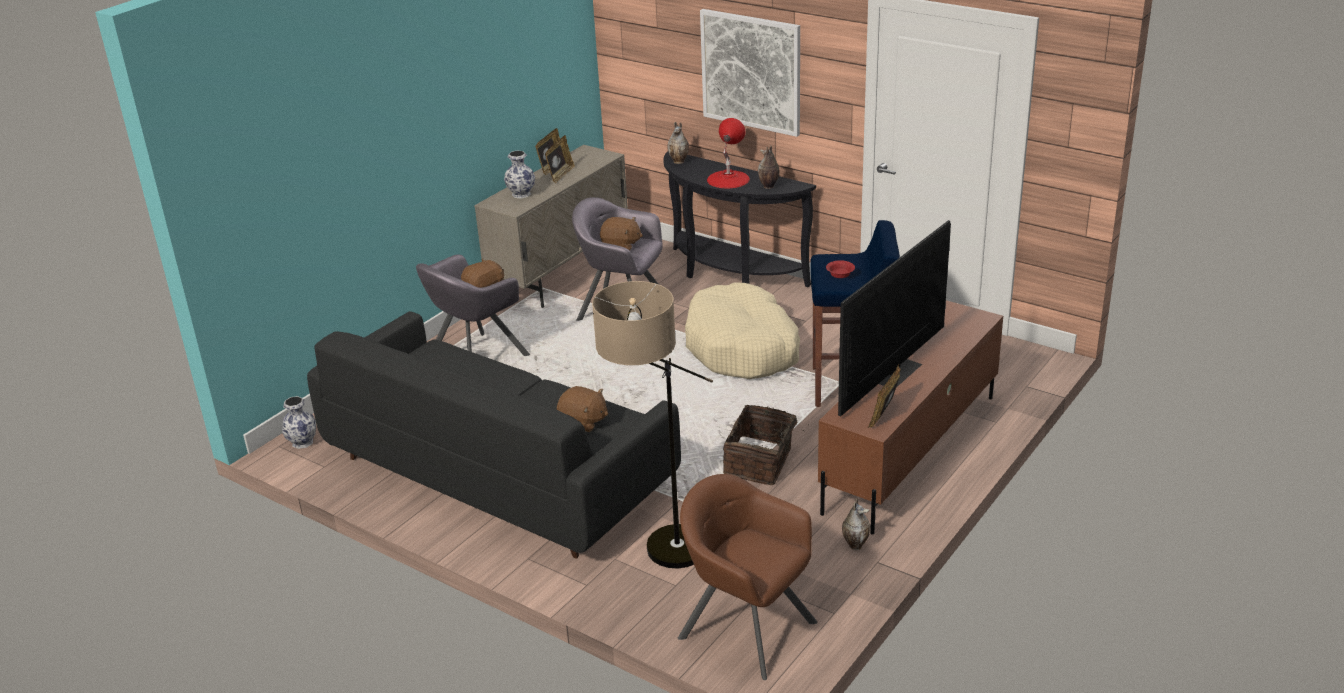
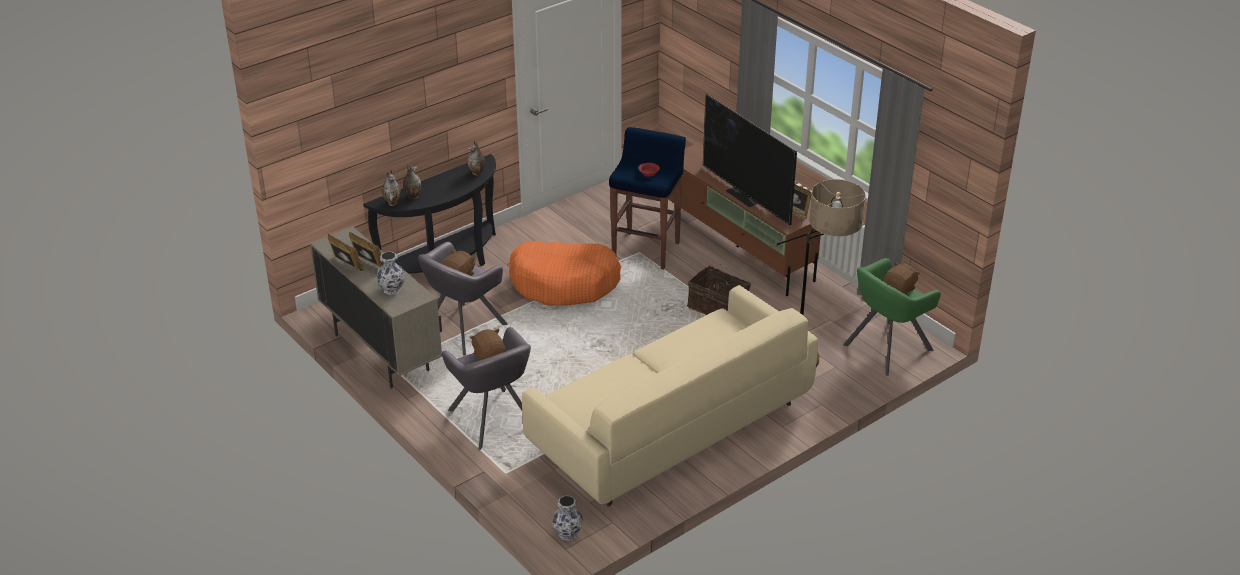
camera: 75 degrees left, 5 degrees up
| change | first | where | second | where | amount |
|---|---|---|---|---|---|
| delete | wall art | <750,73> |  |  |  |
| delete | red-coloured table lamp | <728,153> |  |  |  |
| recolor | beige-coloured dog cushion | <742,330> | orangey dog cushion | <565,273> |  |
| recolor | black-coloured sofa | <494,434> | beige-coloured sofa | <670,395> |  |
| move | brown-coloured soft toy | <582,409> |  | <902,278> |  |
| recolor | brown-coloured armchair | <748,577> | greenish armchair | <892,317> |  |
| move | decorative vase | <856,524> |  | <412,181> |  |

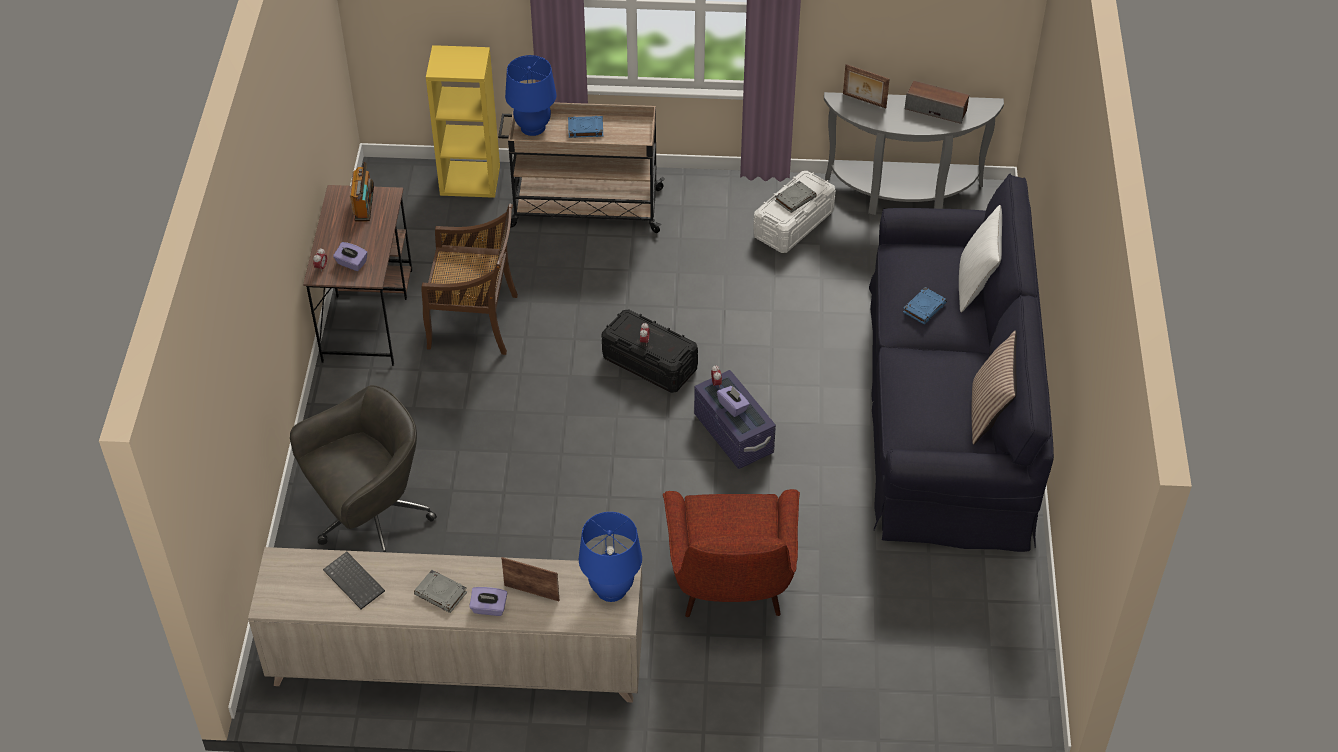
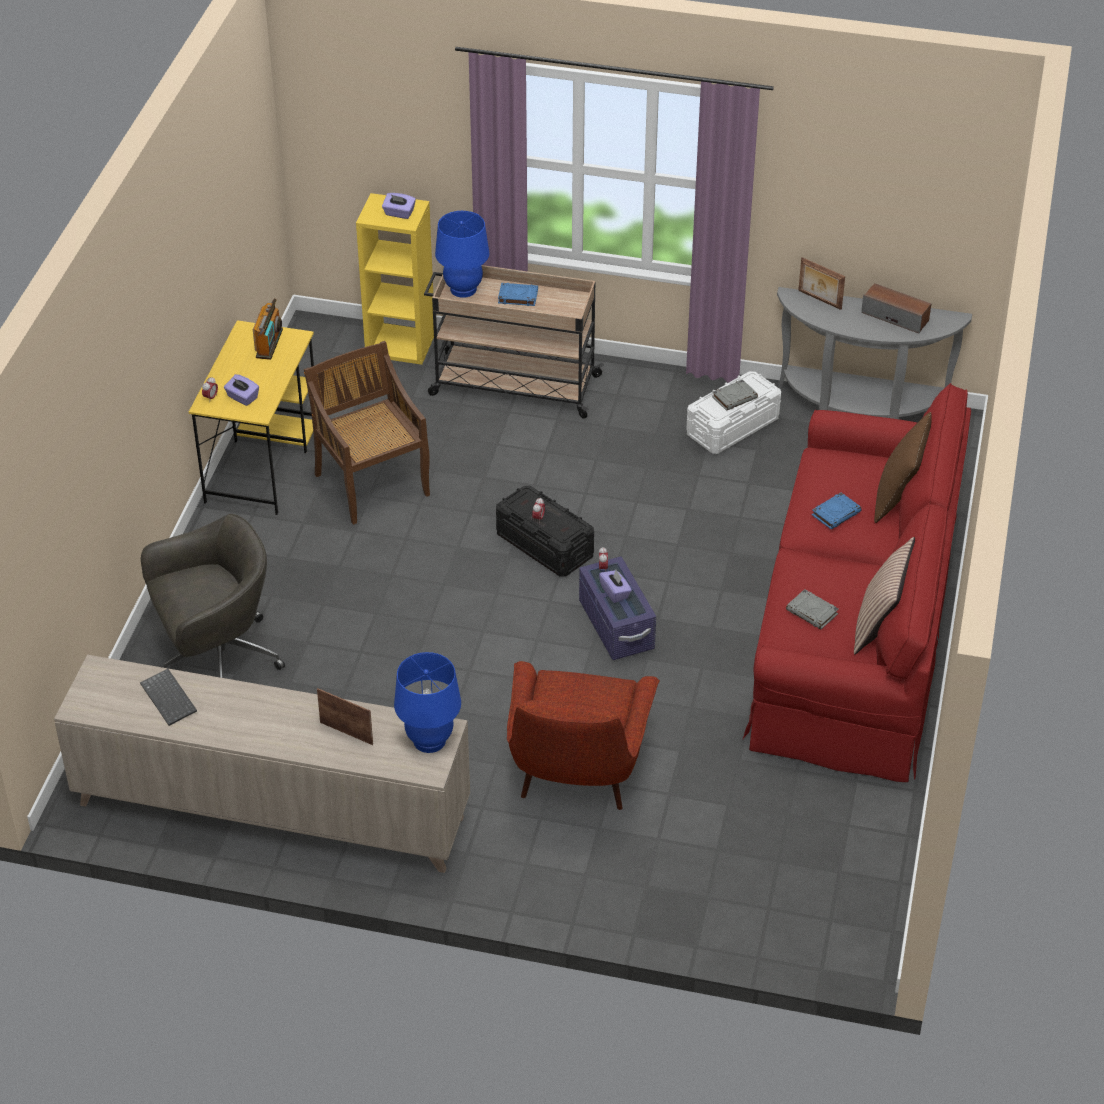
camera: 10 degrees right, 5 degrees down
| change | first | where | second | where | amount |
|---|---|---|---|---|---|
| recolor | black-coloured sofa | <961,363> | red-coloured sofa | <857,582> |  |
| recolor | brown-coloured desk | <357,275> | yellow desk | <251,417> |  |
| rotate | brown-coloured upright chair | <469,279> |  | <367,433> | 135 degrees counterclockwise |
| recolor | white throw pillow | <980,259> | brown-coloured throw pillow | <903,467> |  |
| move | greyish book | <440,591> |  | <812,609> |  |
| move | purple tissue holder | <488,601> |  | <399,206> |  |

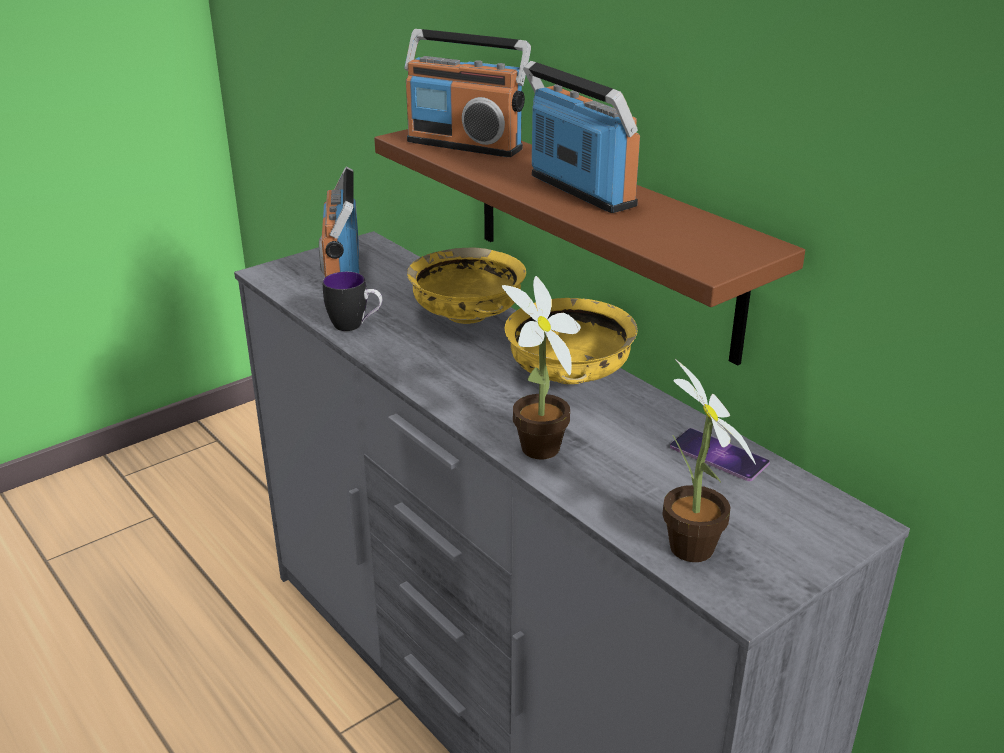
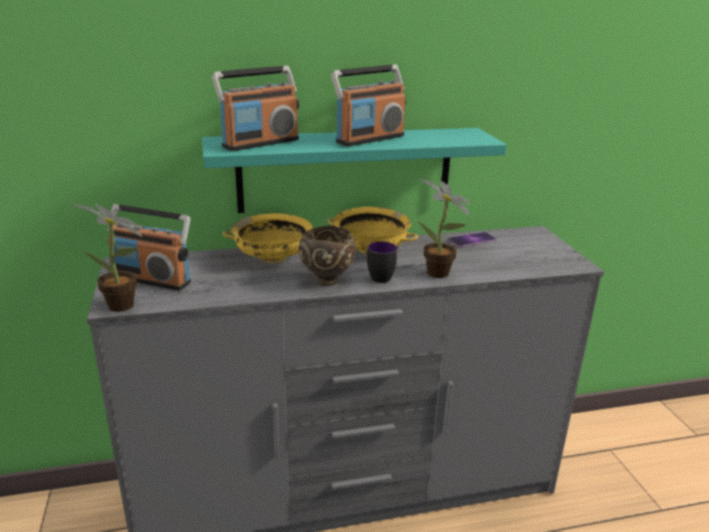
camera: 65 degrees left, 5 degrees down
| change | first | where | second | where | amount |
|---|---|---|---|---|---|
| rotate | radio | <581,137> |  | <368,105> | 150 degrees clockwise |
| recolor | brown-coloured wall shelf | <589,247> | blue-green wall shelf | <354,170> |  |
| move | tea mug | <352,301> |  | <383,262> |  |
| move | plant in a pot | <709,460> |  | <107,258> |  |
| insert |  |  | brown-coloured deep dish | <327,256> |  |

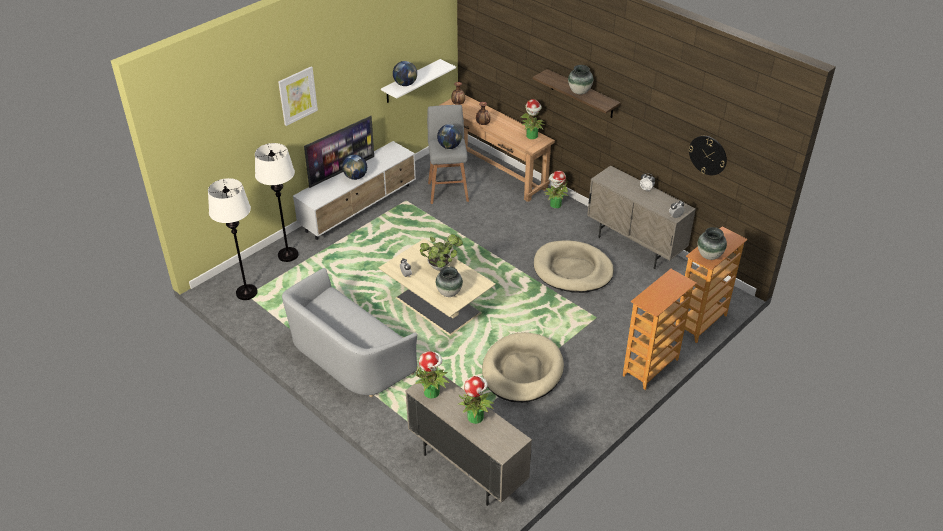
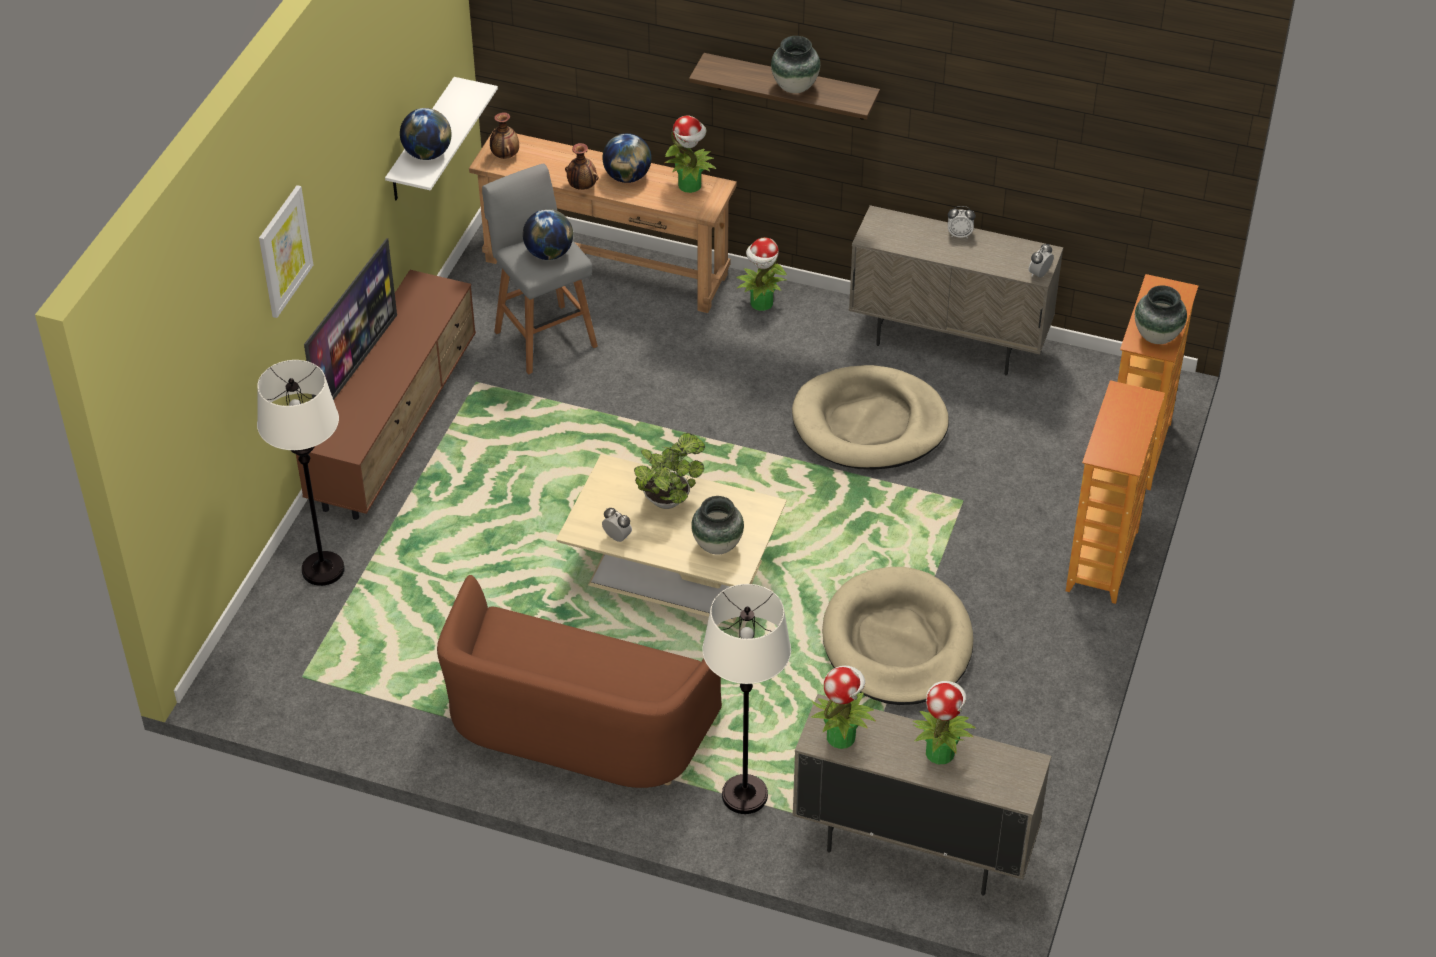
camera: 25 degrees left, 5 degrees up
| change | first | where | second | where | amount |
|---|---|---|---|---|---|
| delete | clock on the wall | <708,155> |  |  |  |
| recolor | white tv unit | <354,190> | brown-coloured tv unit | <386,395> |  |
| move | desk globe | <354,167> |  | <627,158> |  |
| move | white floor lamp | <233,239> |  | <746,699> |  |
| recolor | greyish sofa | <349,332> | brown-coloured sofa | <579,681> |  |

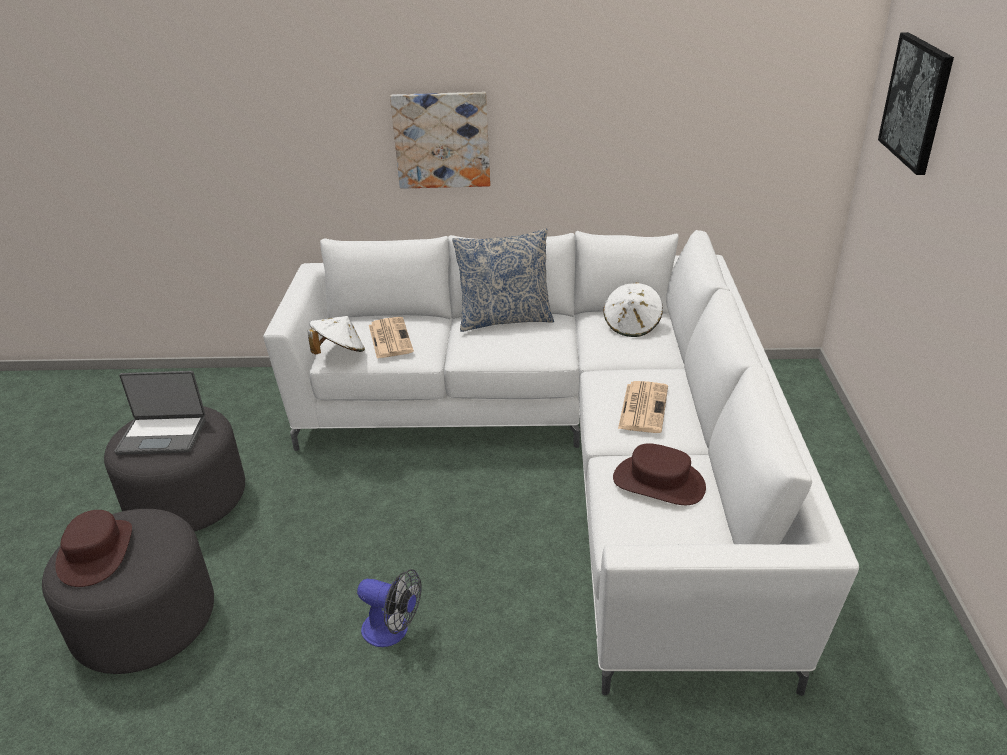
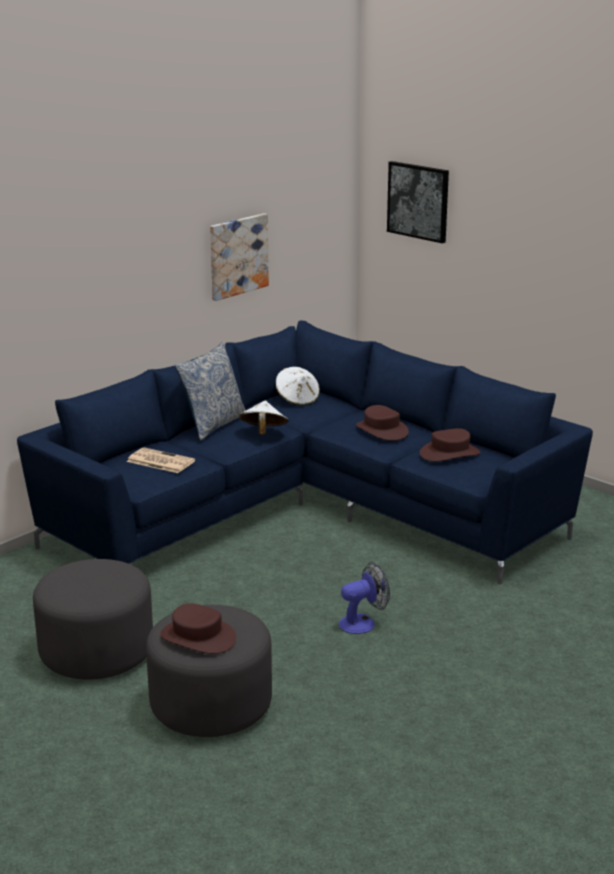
camera: 50 degrees left, 10 degrees down
| change | first | where | second | where | amount |
|---|---|---|---|---|---|
| move | wall art | <440,140> |  | <239,257> |  |
| recolor | white sofa | <561,463> | blue-coloured sofa | <305,452> |  |
| move | white wearable hat | <336,335> |  | <264,418> |  |
| delete | notebook computer | <160,413> |  |  |  |
| replace | newspaper | <643,407> | brown-coloured wearable hat | <382,423> |  |

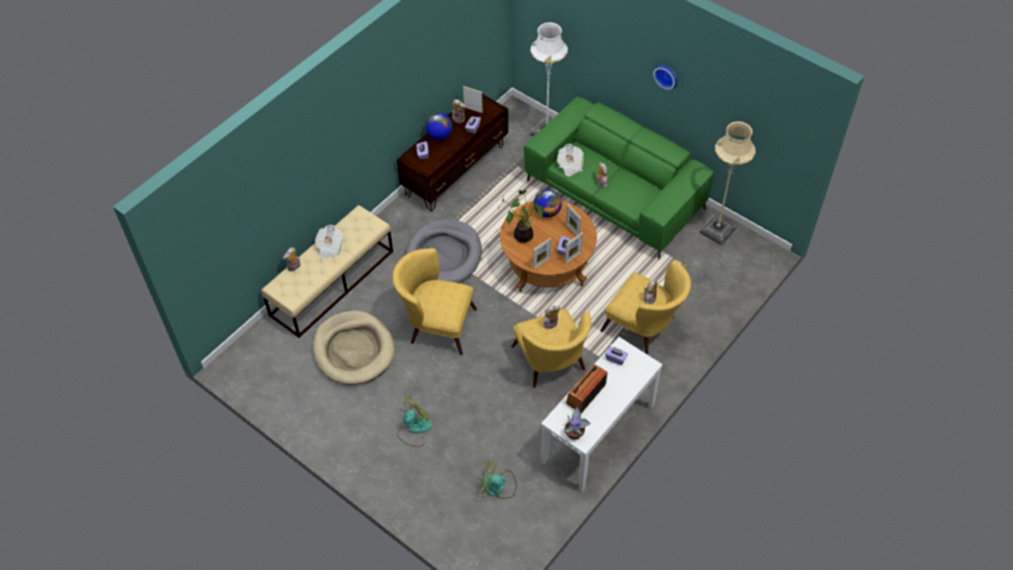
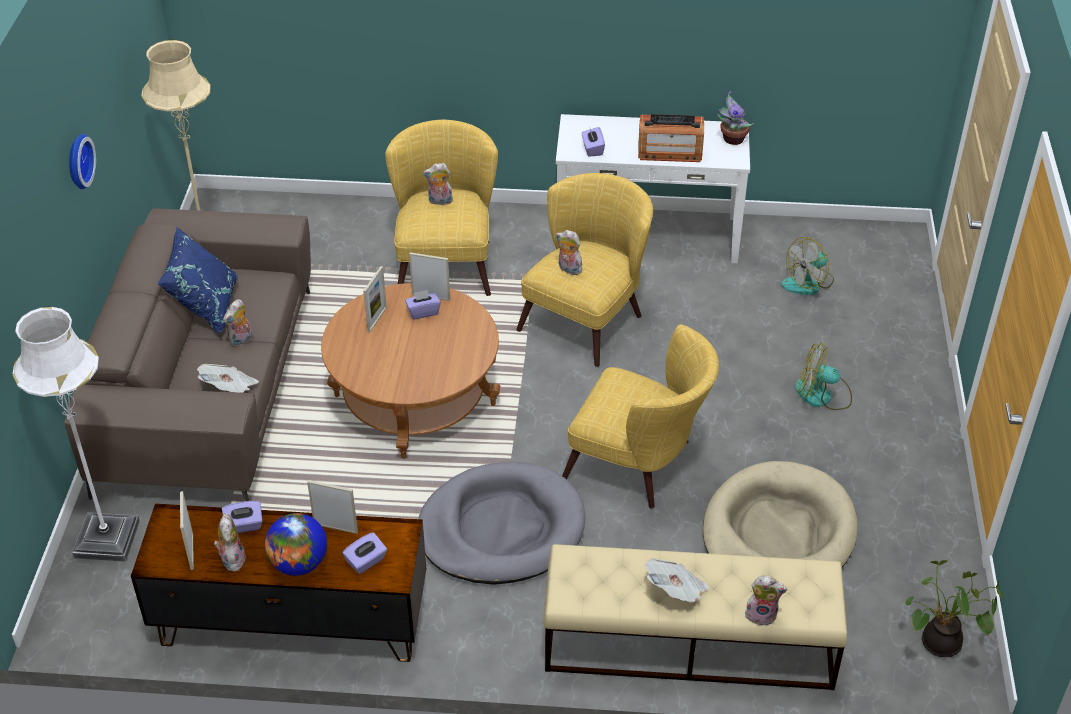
camera: 125 degrees left, 10 degrees down
| change | first | where | second | where | amount |
|---|---|---|---|---|---|
| recolor | greenish sofa | <619,178> | brown-coloured sofa | <187,354> |  |
| delete | desk globe | <548,203> |  |  |  |
| move | plant in a pot | <520,216> |  | <954,608> |  |
| move | picture frame | <542,253> |  | <332,507> |  |
| rotate | yellow armchair | <435,301> |  | <640,416> | 45 degrees counterclockwise |
| rotate | cooling fan | <497,479> |  | <807,266> | 75 degrees clockwise |
| insert |  |  | blue-coloured throw pillow | <197,280> |  |

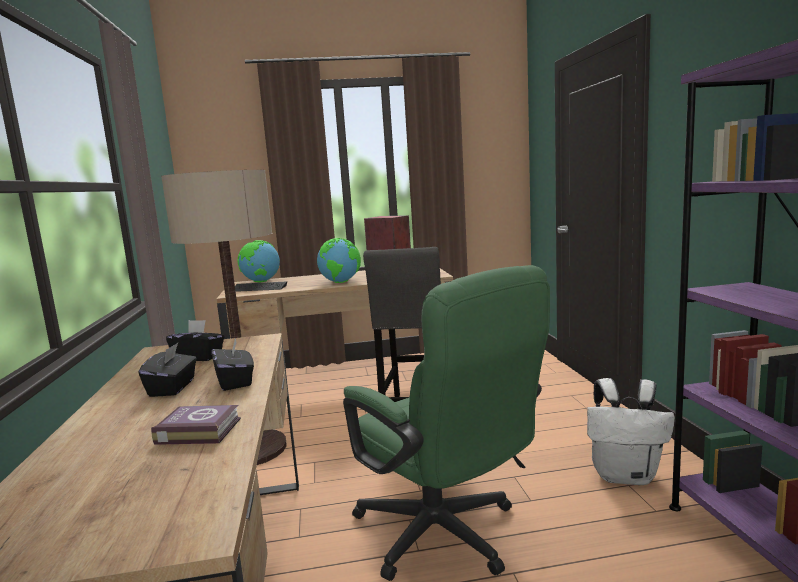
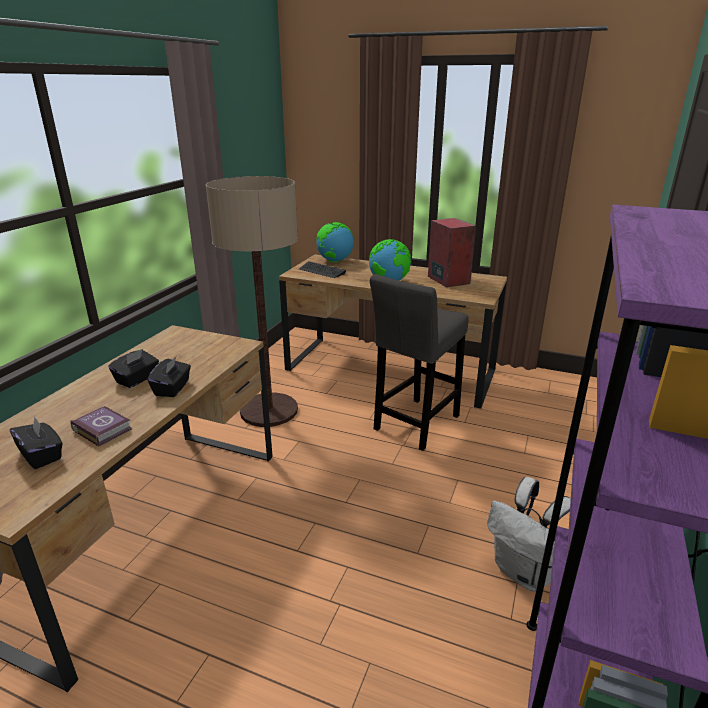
camera: 30 degrees right, 15 degrees up
| change | first | where | second | where | amount |
|---|---|---|---|---|---|
| delete | greenish office chair | <446,423> |  |  |  |
| move | black-coloured tissue holder | <195,340> |  | <36,442> |  |

